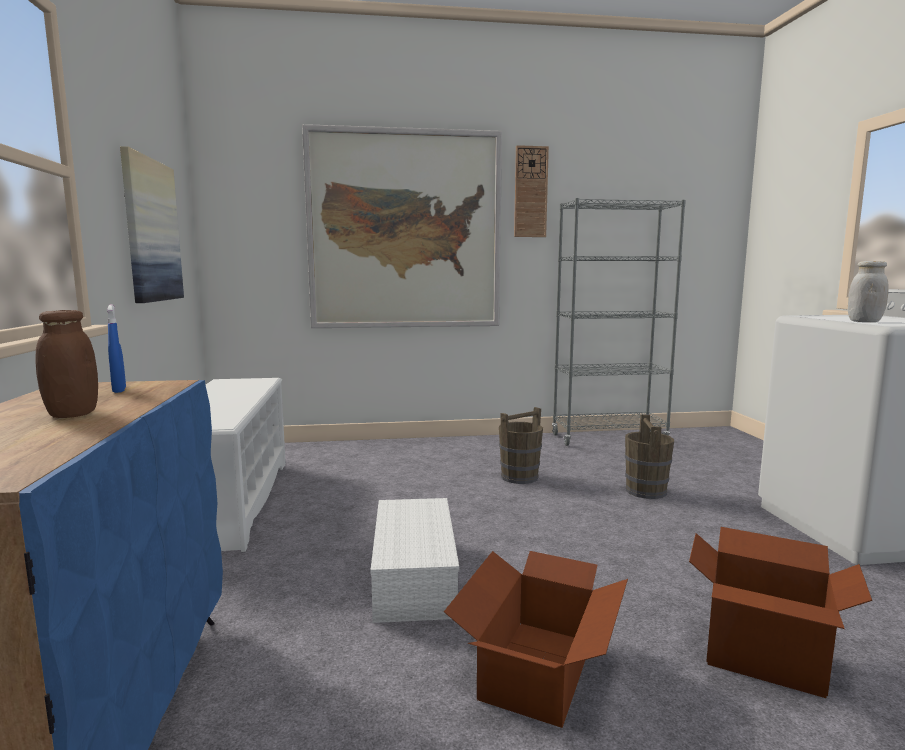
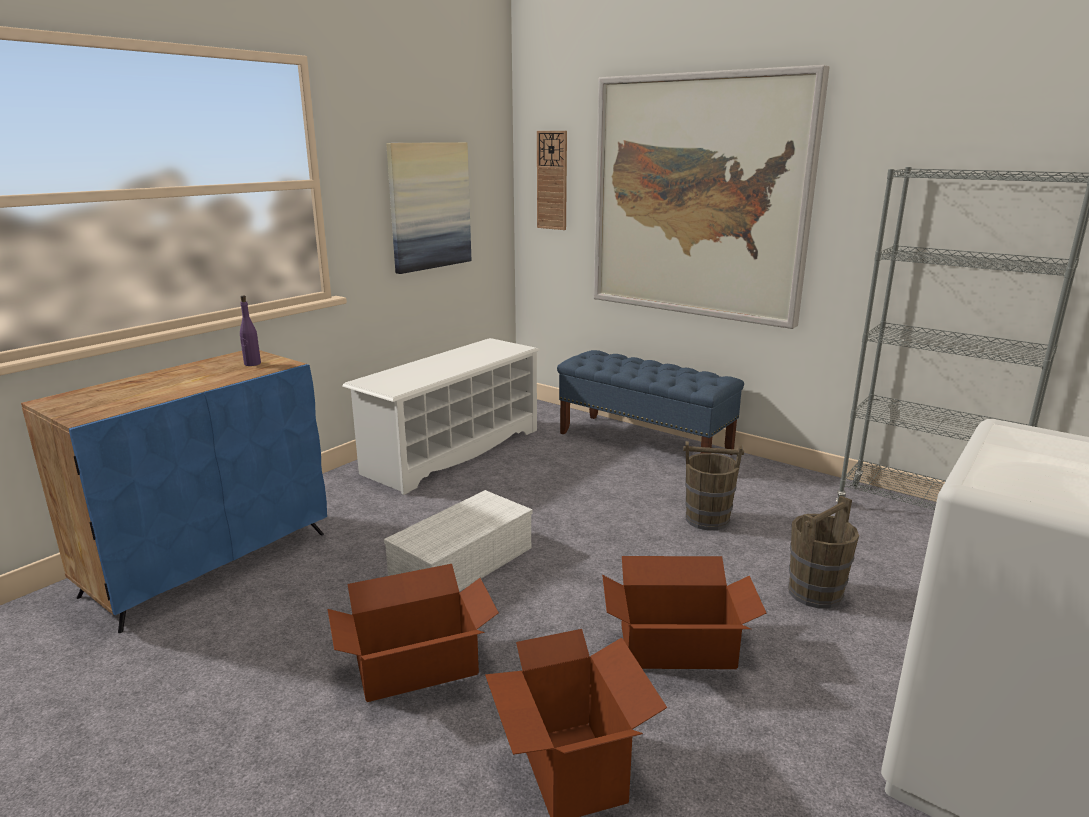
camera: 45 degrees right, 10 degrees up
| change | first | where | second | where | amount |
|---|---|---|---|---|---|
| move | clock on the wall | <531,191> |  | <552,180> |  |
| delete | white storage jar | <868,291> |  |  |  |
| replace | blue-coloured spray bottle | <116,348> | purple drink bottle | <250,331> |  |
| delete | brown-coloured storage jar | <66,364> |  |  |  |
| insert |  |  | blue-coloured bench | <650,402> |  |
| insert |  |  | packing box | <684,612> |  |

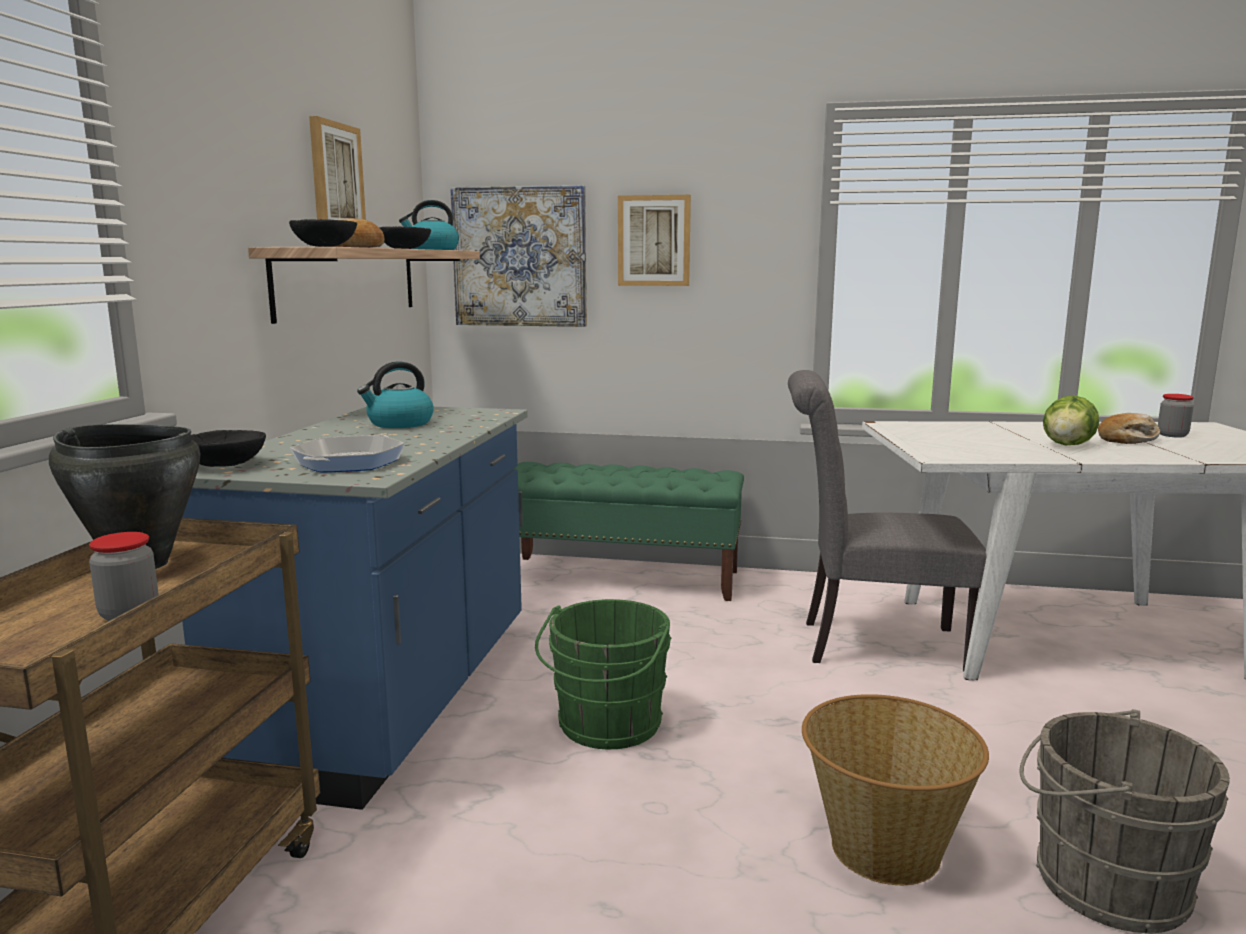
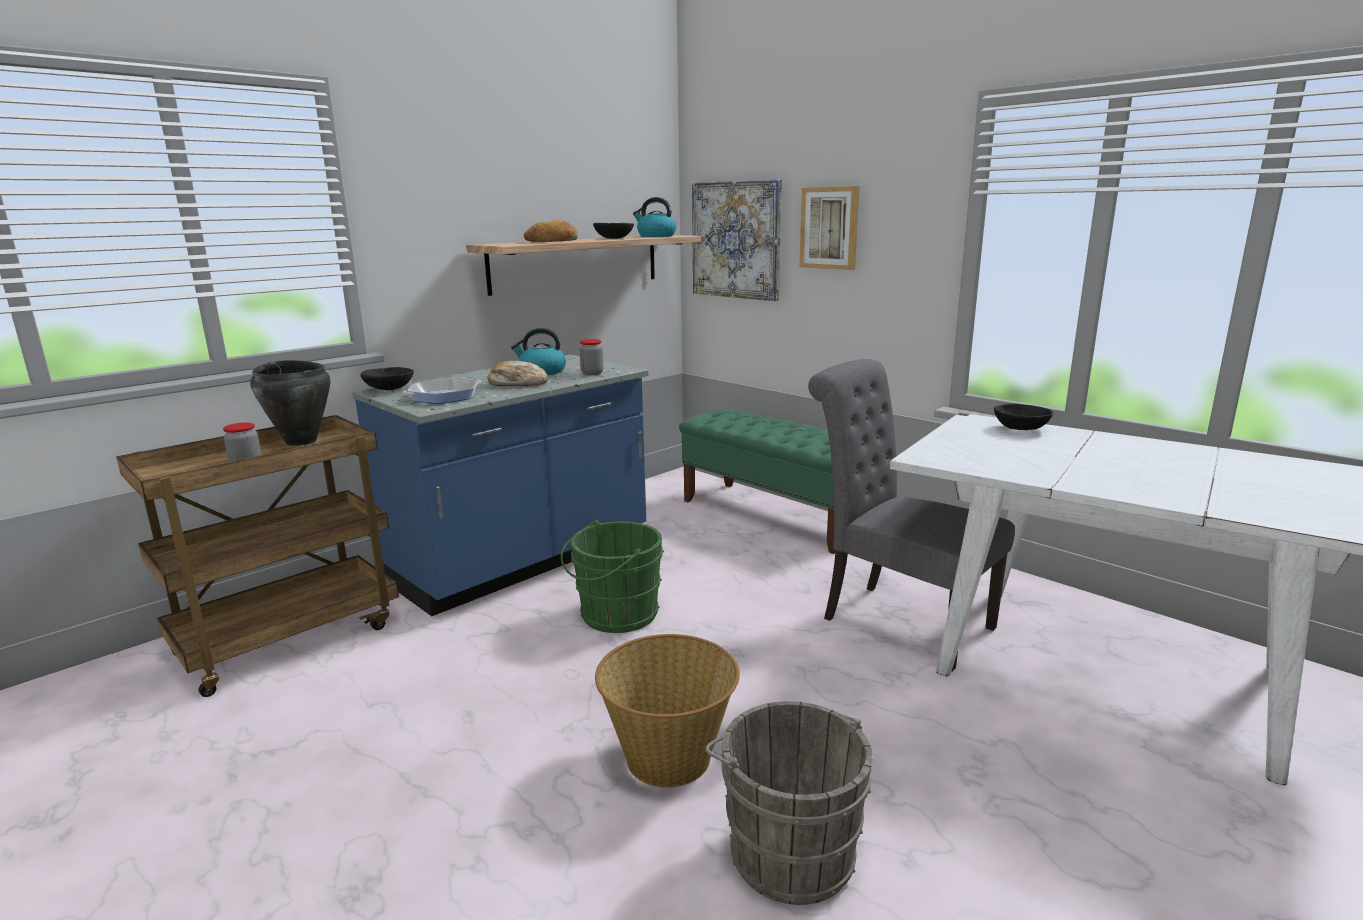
camera: 35 degrees right, 5 degrees up
| change | first | where | second | where | amount |
|---|---|---|---|---|---|
| delete | wall art | <337,168> |  |  |  |
| move | black-coloured deep dish | <323,233> |  | <1023,416> |  |
| move | storage jar | <1176,416> |  | <591,357> |  |
| delete | lettuce head | <1071,420> |  |  |  |
| move | baked bread | <1129,428> |  | <518,373> |  |

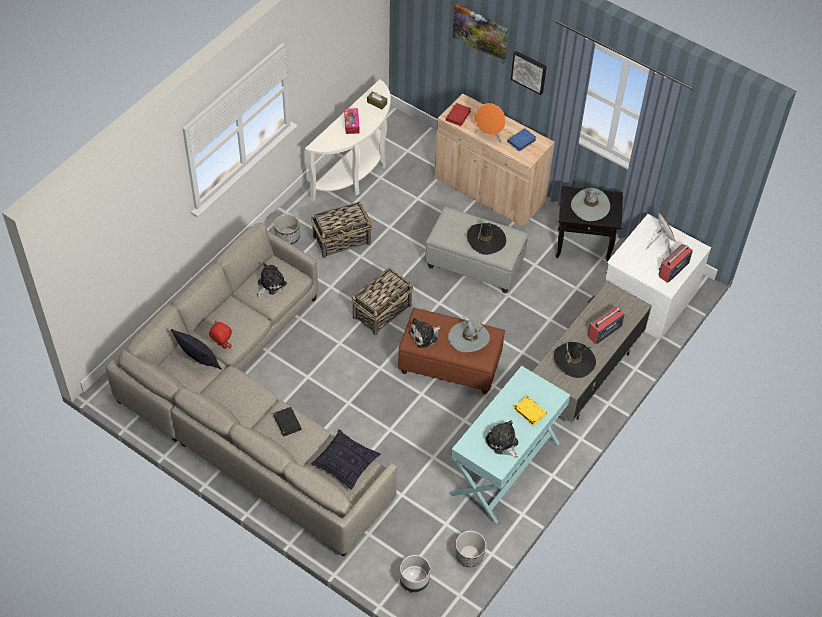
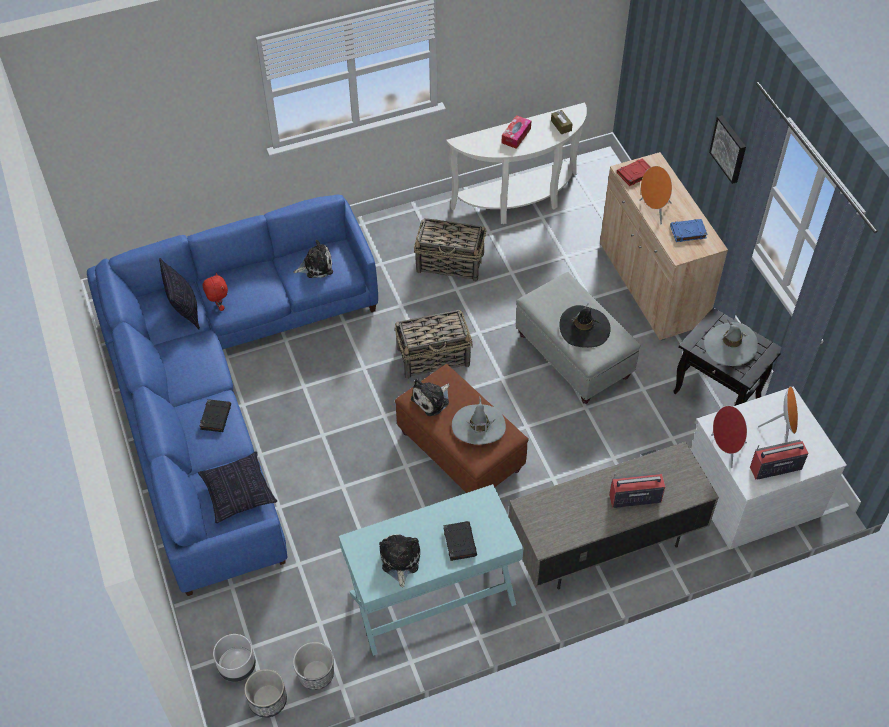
camera: 35 degrees right, 0 degrees up
| change | first | where | second | where | amount |
|---|---|---|---|---|---|
| delete | wall art | <480,33> |  |  |  |
| move | plant pot | <287,229> |  | <265,693> |  |
| recolor | greyish sofa | <251,390> | blue-coloured sofa | <232,395> |  |
| rotate | soft toy | <425,332> |  | <430,397> | 45 degrees counterclockwise |
| delete | black-coloured wearable hat | <575,360> |  |  |  |
| recolor | yellow book | <530,411> | black-coloured book | <460,541> |  |
| insert |  |  | red-coloured speaker | <729,437> |  |

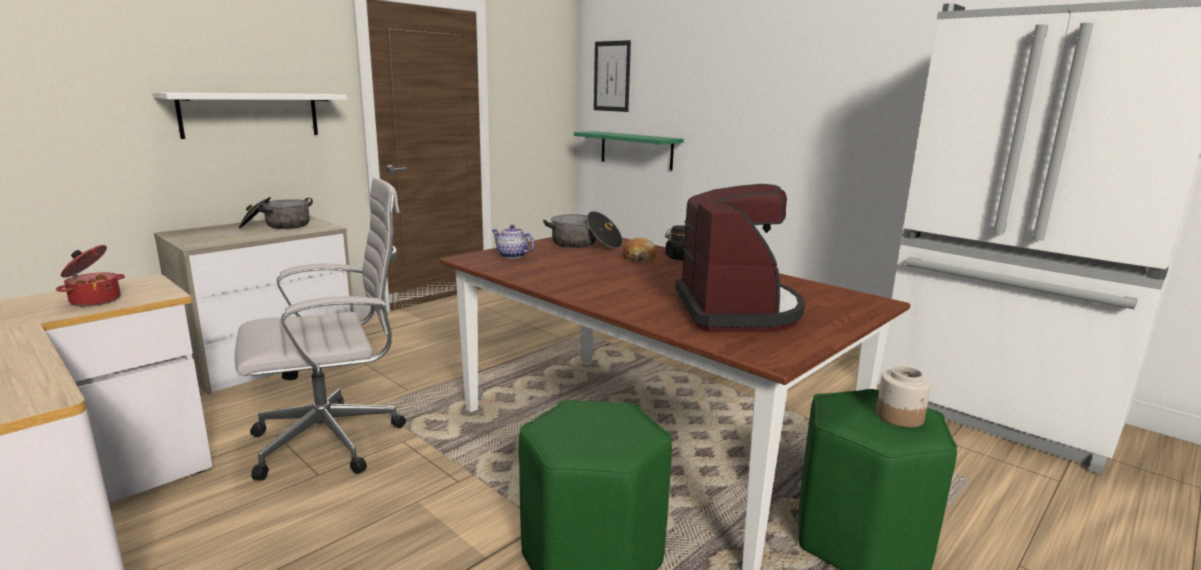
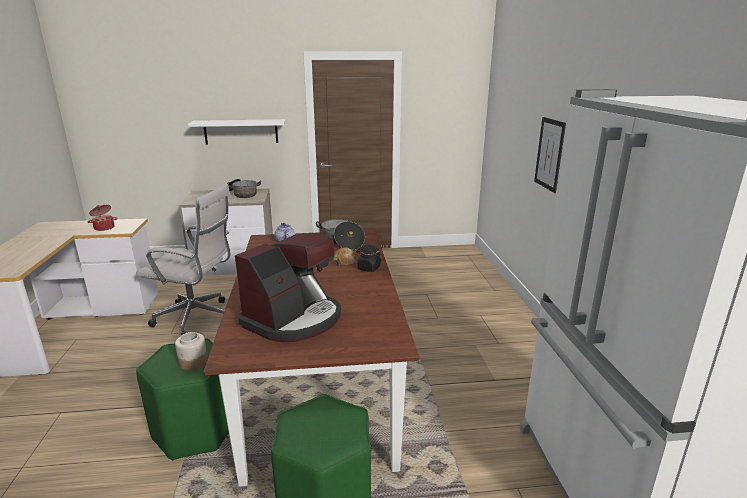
camera: 40 degrees right, 5 degrees up
| change | first | where | second | where | amount |
|---|---|---|---|---|---|
| move | wall art | <612,76> |  | <550,155> |  |
| delete | greenish wall shelf | <629,150> |  |  |  |
| move | storage jar | <903,396> |  | <191,351> |  |

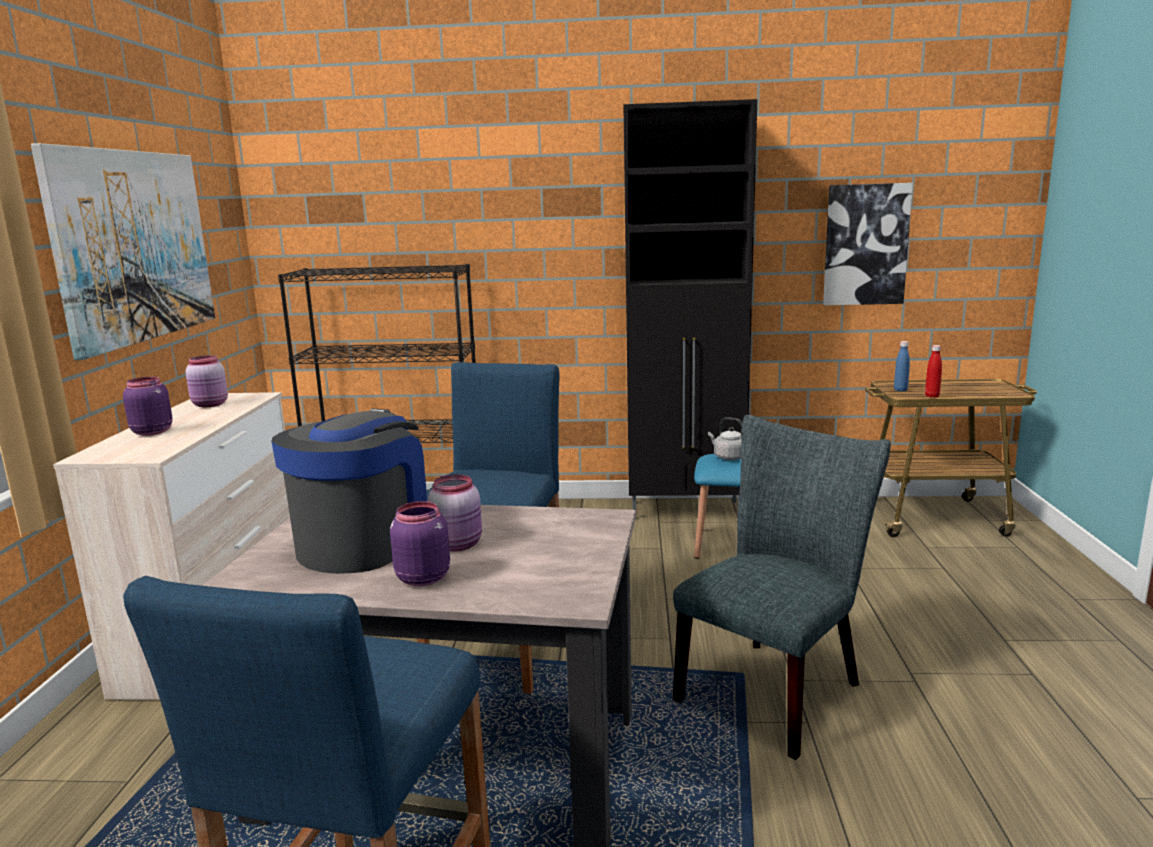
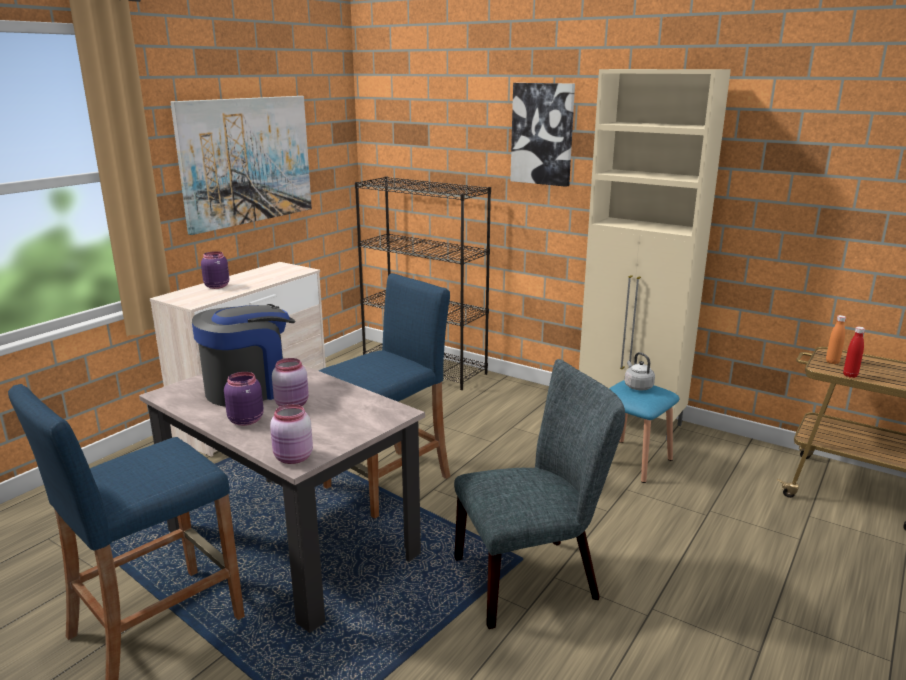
camera: 30 degrees right, 5 degrees up
| change | first | where | second | where | amount |
|---|---|---|---|---|---|
| recolor | black-coloured cabinet | <690,304> | beige-coloured cabinet | <655,254> |  |
| move | wall art | <868,244> |  | <542,135> |  |
| recolor | blue-coloured drink bottle | <902,366> | orangey drink bottle | <836,339> |  |
| move | pinkish storage jar | <207,381> |  | <291,434> |  |

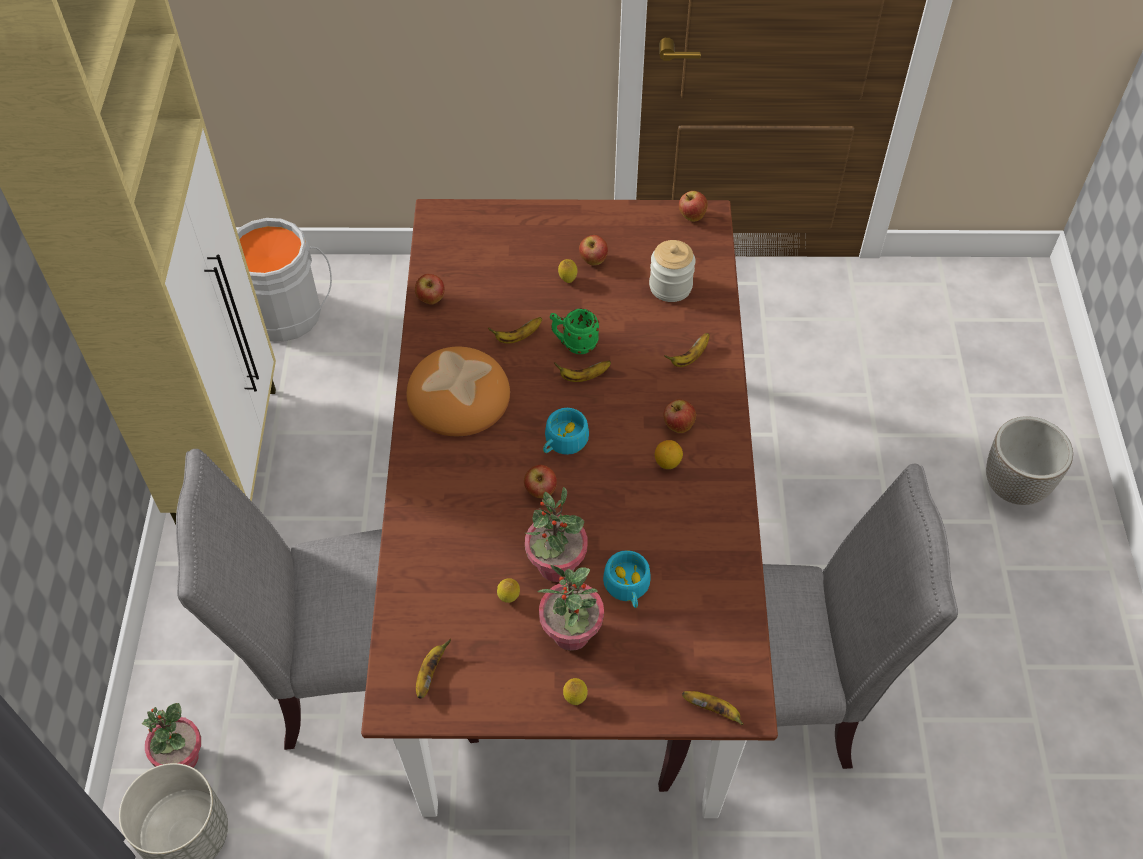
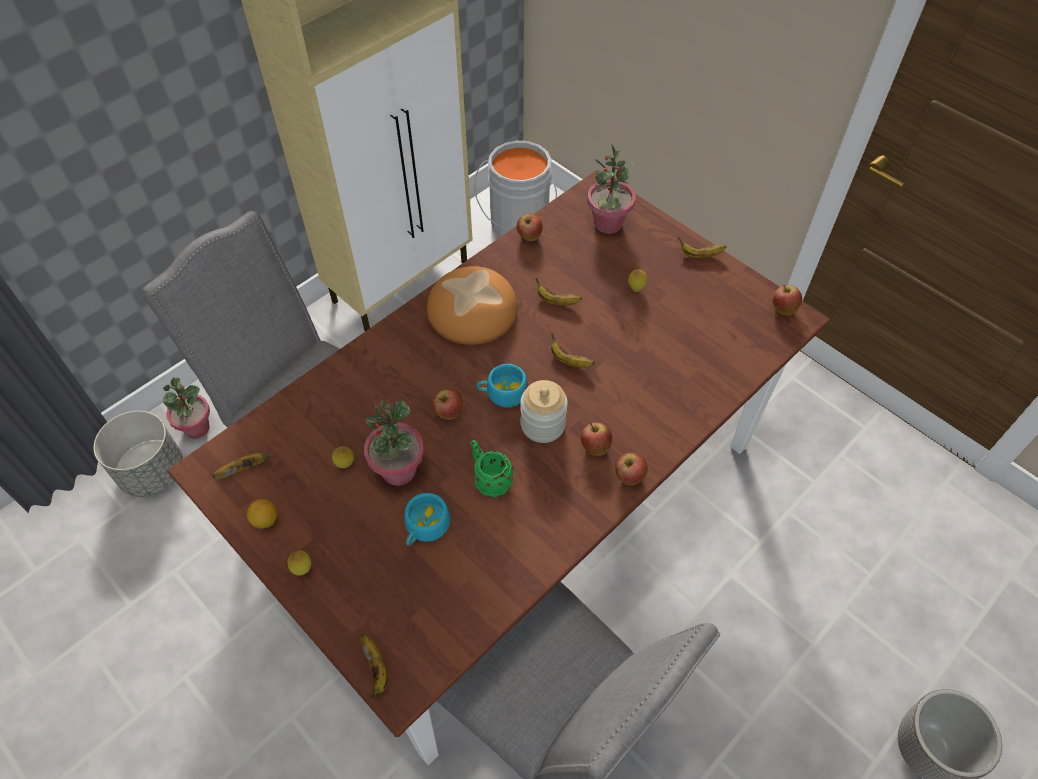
camera: 45 degrees right, 0 degrees up
| change | first | where | second | where | amount |
|---|---|---|---|---|---|
| move | whole apple | <593,250> |  | <631,468> |  |
| move | storage jar | <672,271> |  | <544,411> |  |
| move | greenish tea mug | <574,331> |  | <492,469> |  |
| move | banana | <686,350> |  | <702,247> |  |
| move | whole lemon | <669,454> |  | <262,514> |  |
| move | plant in a pot | <571,608> |  | <611,189> |  |

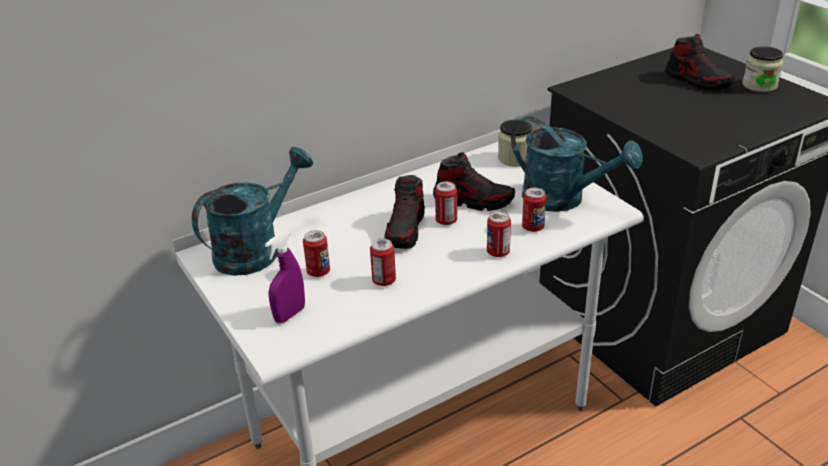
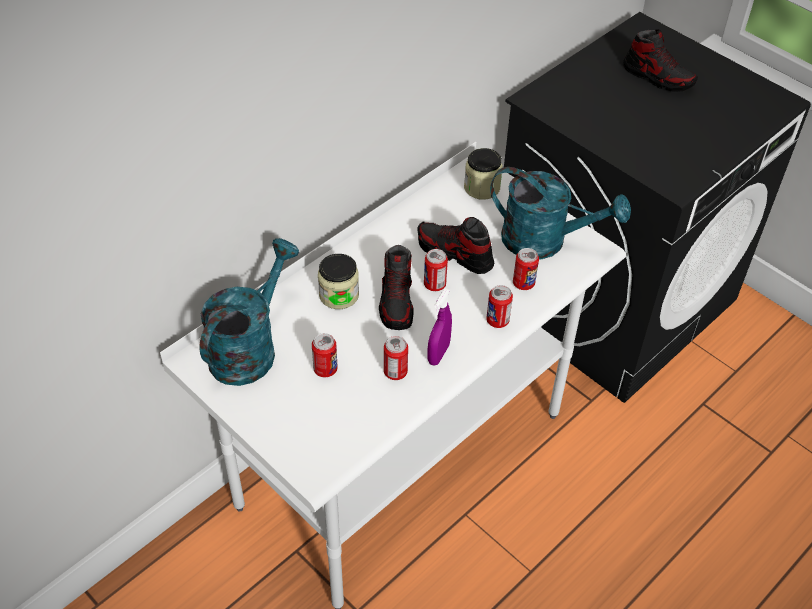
camera: 15 degrees left, 15 degrees up
| change | first | where | second | where | amount |
|---|---|---|---|---|---|
| move | storage jar | <762,69> |  | <338,281> |  |
| rotate | low shoe | <474,181> |  | <456,245> | 150 degrees counterclockwise |
| move | purple spray bottle | <285,277> |  | <439,326> |  |

